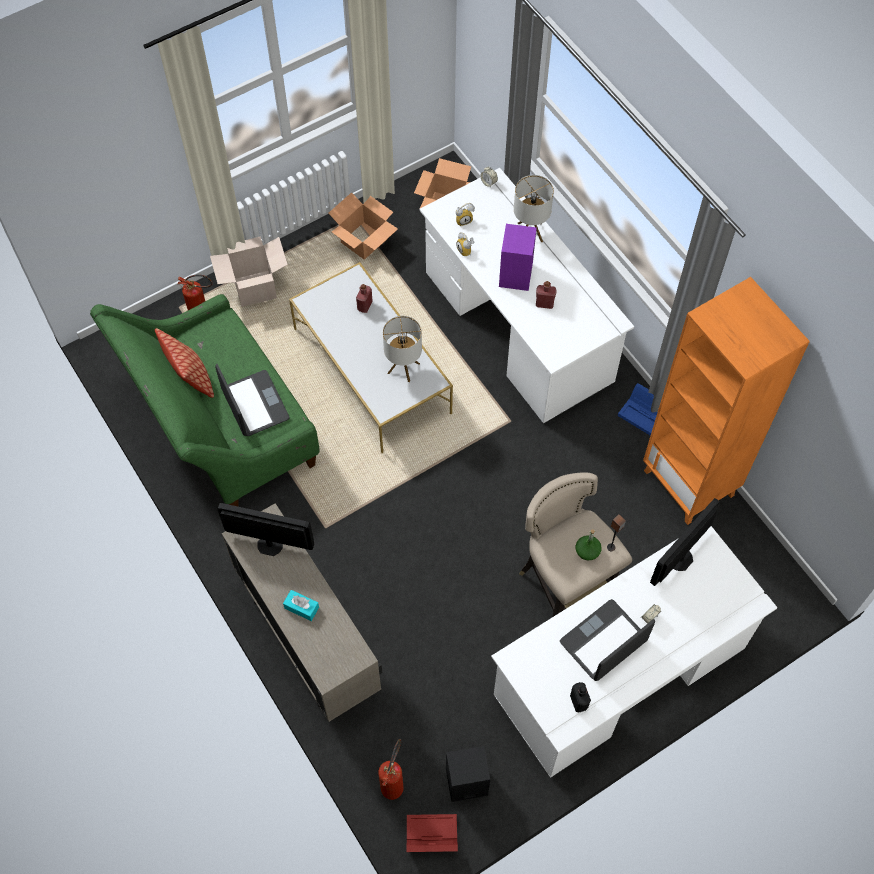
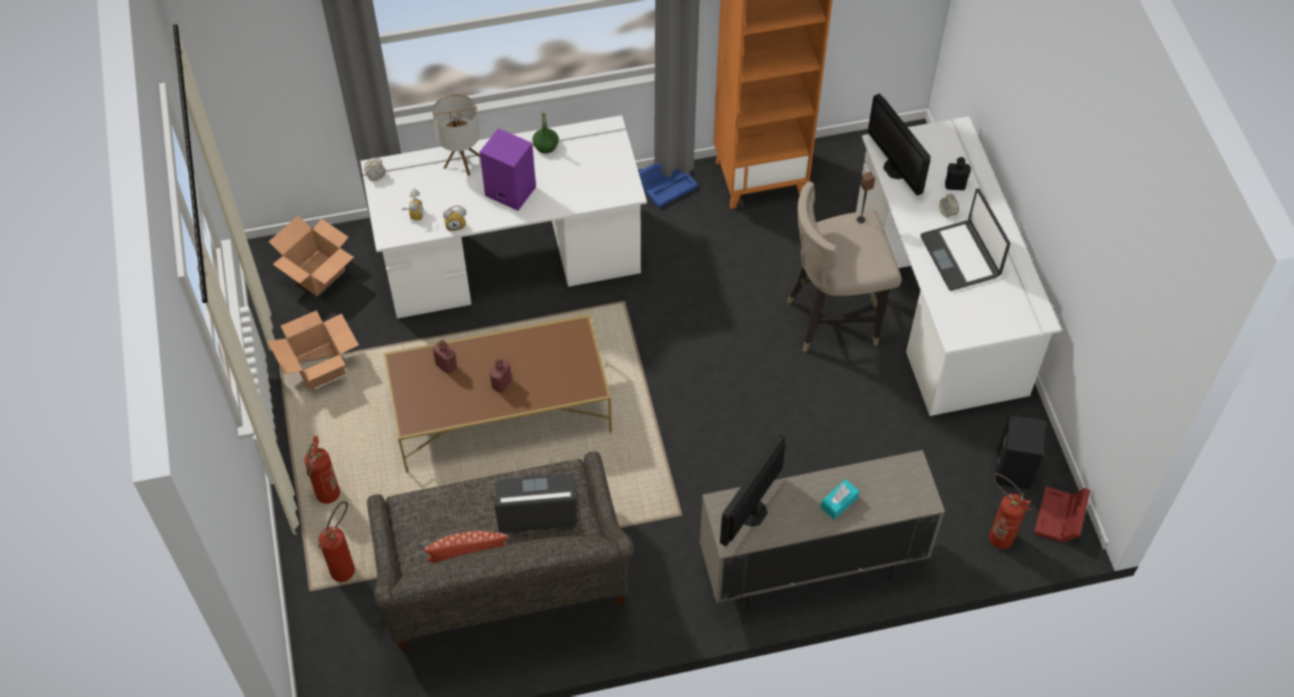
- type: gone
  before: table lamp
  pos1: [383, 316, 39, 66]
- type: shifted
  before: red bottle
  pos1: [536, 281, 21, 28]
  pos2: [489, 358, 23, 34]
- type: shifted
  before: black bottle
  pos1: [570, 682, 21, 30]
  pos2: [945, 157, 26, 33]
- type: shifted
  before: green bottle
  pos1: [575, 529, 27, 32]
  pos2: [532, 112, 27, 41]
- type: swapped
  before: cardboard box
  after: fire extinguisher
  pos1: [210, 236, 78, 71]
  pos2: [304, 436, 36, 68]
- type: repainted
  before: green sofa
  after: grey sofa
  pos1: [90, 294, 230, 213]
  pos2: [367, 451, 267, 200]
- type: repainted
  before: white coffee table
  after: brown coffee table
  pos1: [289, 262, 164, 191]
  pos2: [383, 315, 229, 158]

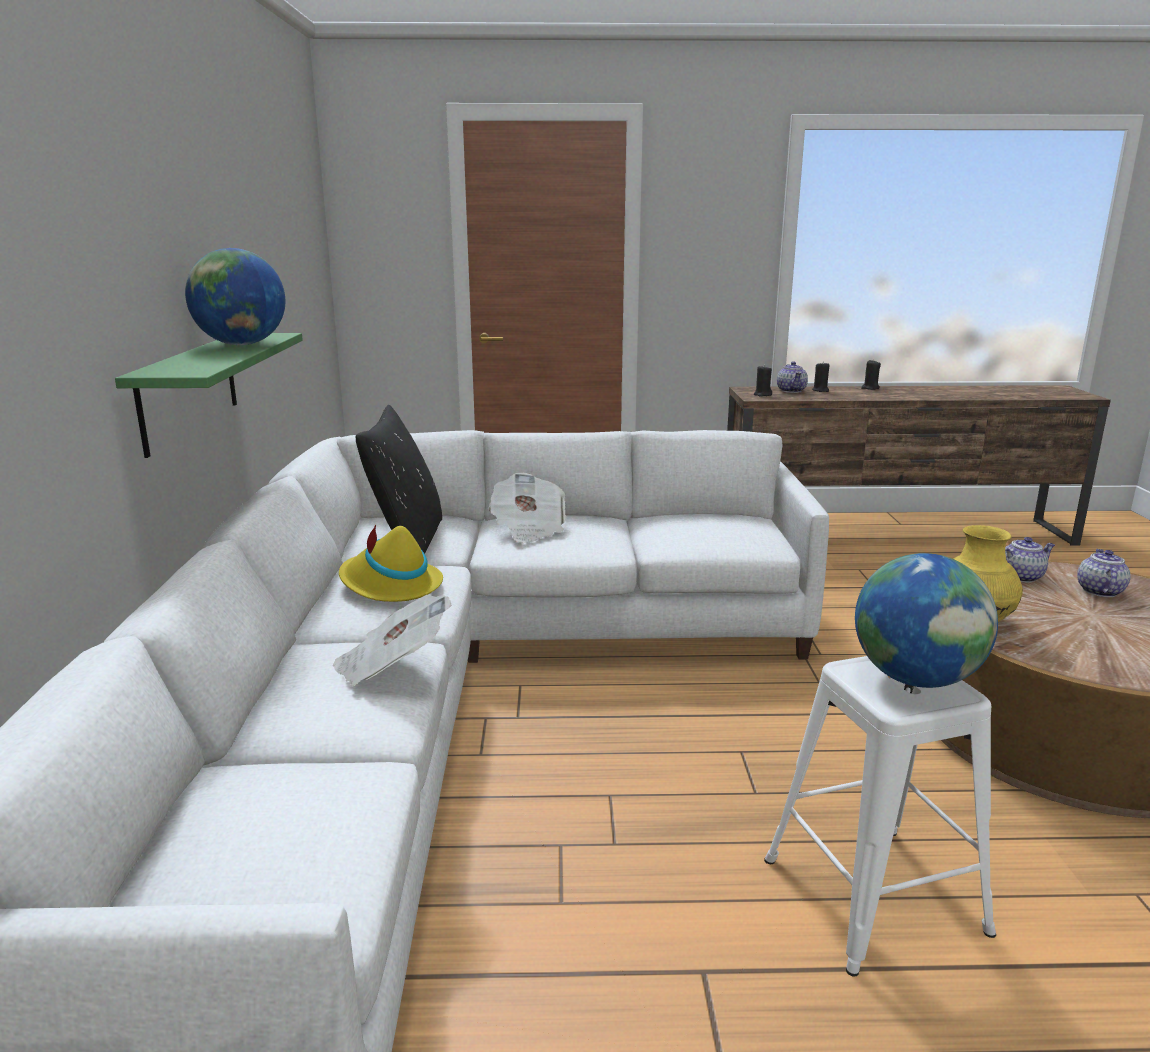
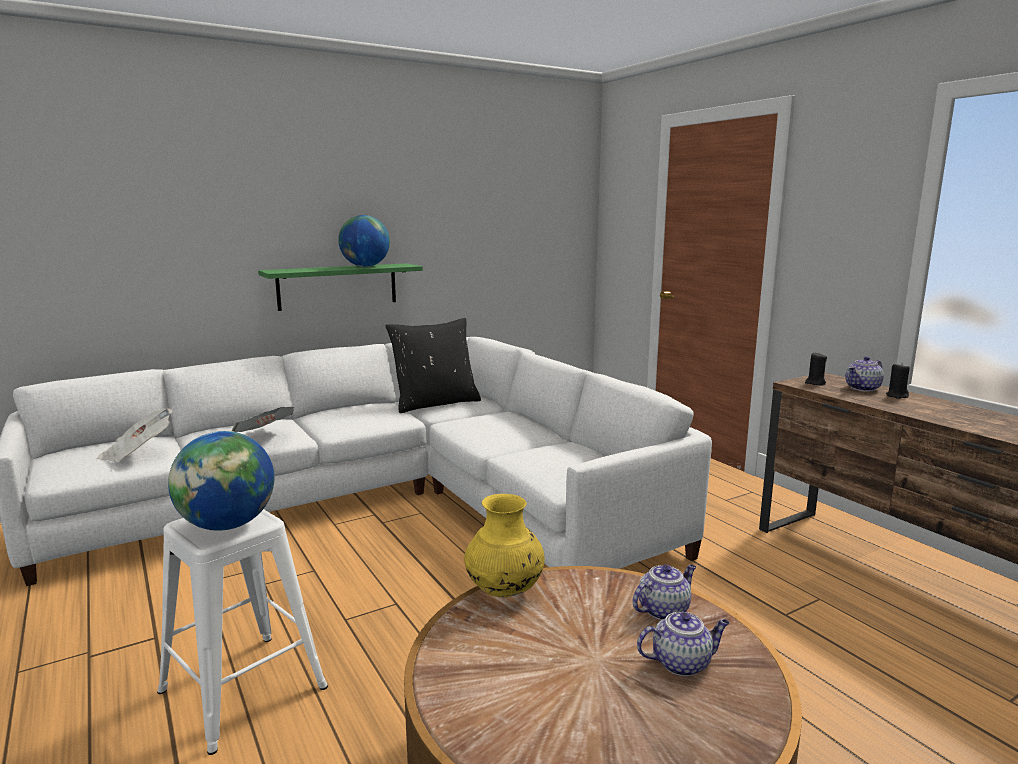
- type: gone
  before: yellow hat
  pos1: [339, 525, 104, 77]
- type: gone
  before: black candle
  pos1: [861, 359, 20, 31]
- type: shifted
  before: newspaper
  pos1: [488, 473, 78, 70]
  pos2: [98, 408, 75, 54]
- type: rotated
  before: teapot
  pos1: [1005, 537, 50, 46]
  pos2: [632, 564, 64, 56]
  turn: -75

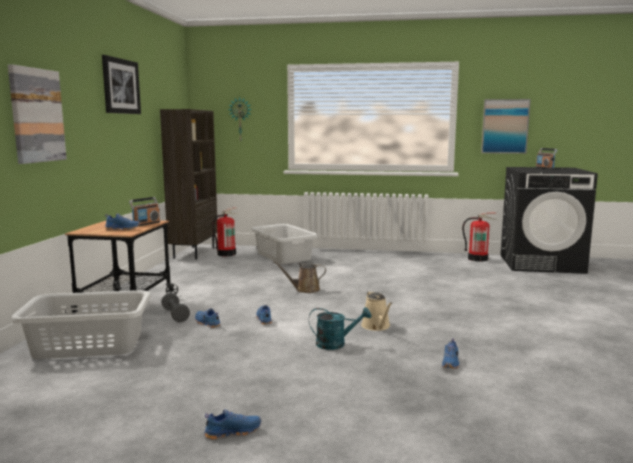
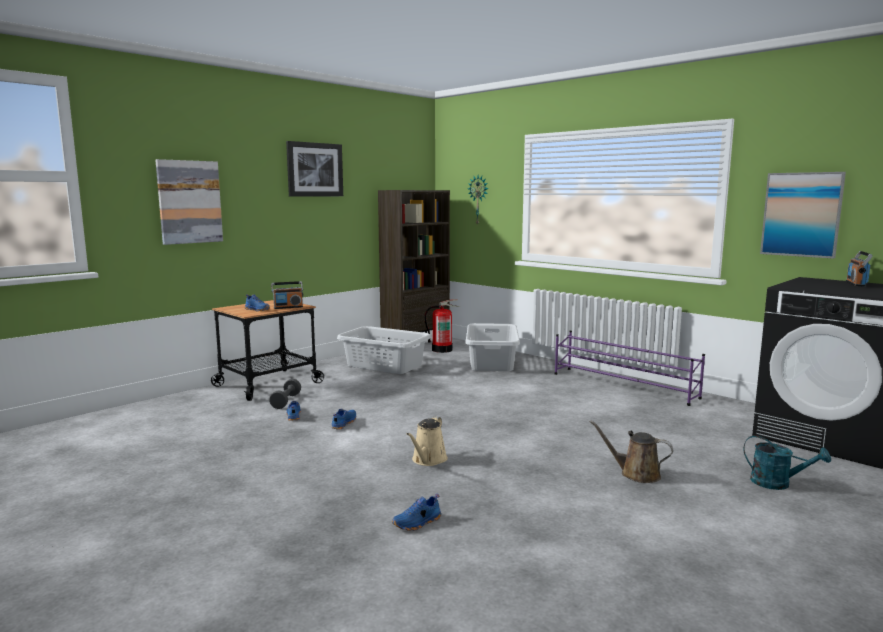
- type: gone
  before: blue shoe
  pos1: [204, 409, 57, 30]
- type: gone
  before: fire extinguisher
  pos1: [462, 213, 37, 49]
- type: new
  after: purple shoe rack
  pos2: [555, 331, 150, 75]
- type: shifted
  before: grey laundry basket
  pos1: [10, 290, 141, 69]
  pos2: [337, 326, 94, 48]
- type: shifted
  before: brown watering can
  pos1: [273, 261, 53, 32]
  pos2: [590, 420, 83, 63]
- type: shifted
  before: turquoise watering can
  pos1: [309, 307, 62, 43]
  pos2: [743, 435, 88, 55]

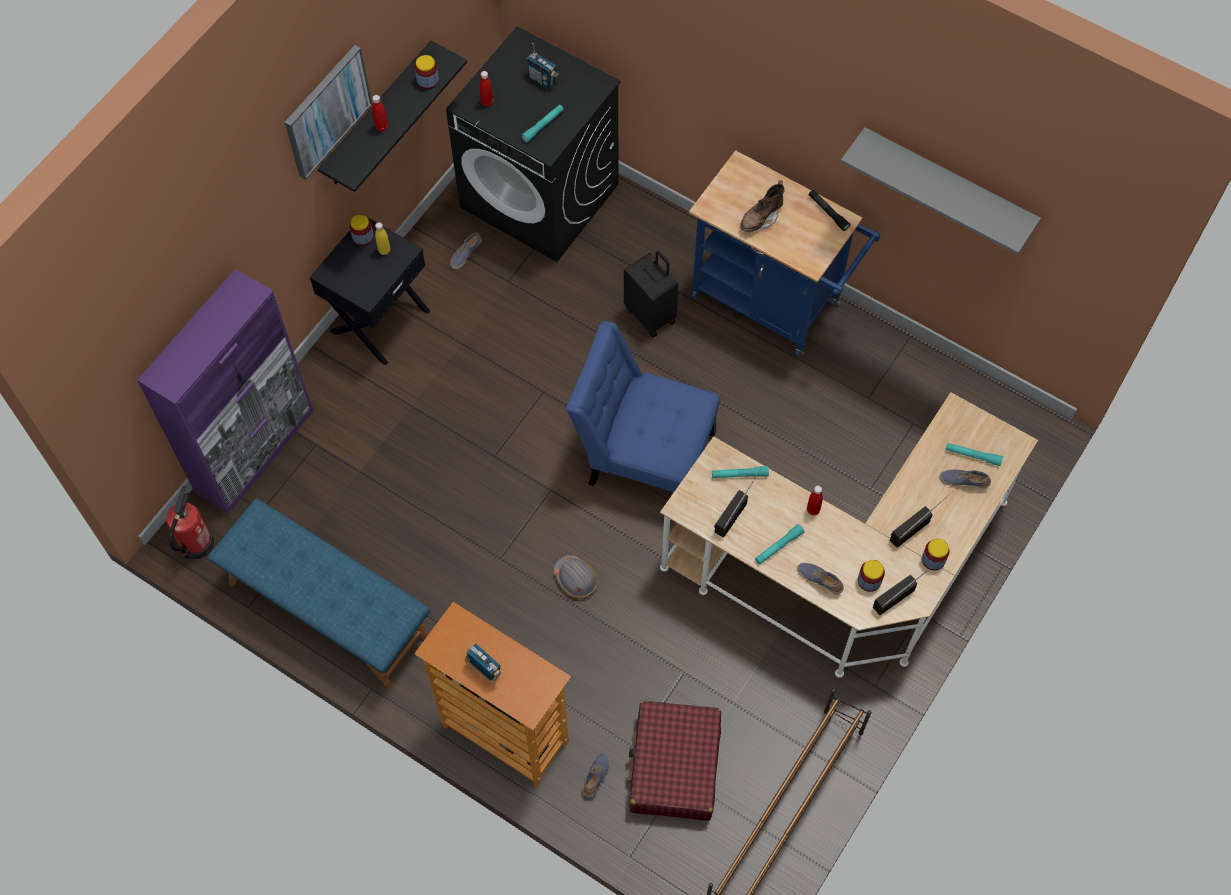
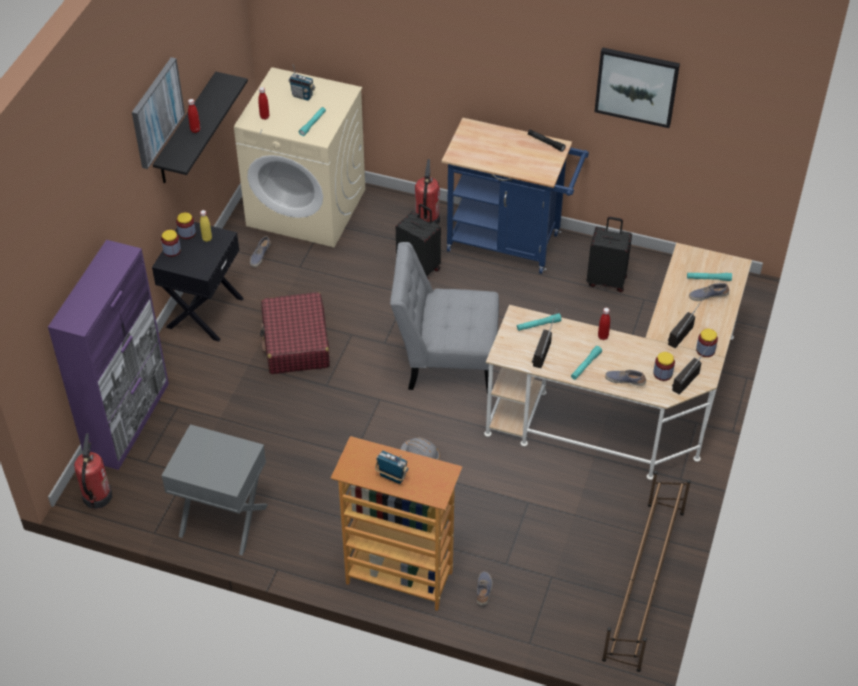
- type: gone
  before: brown boot
  pos1: [740, 180, 45, 52]
- type: new
  after: fire extinguisher
  pos2: [415, 159, 25, 65]
- type: new
  after: black suitcase
  pos2: [587, 217, 45, 75]
- type: shifted
  before: jar
  pos1: [415, 55, 24, 34]
  pos2: [161, 230, 20, 27]
- type: shifted
  before: red suitcase
  pos1: [628, 701, 93, 120]
  pos2: [260, 292, 70, 82]
- type: swapped
  before: blue bench
  after: grey nightstand
  pos1: [208, 498, 222, 191]
  pos2: [161, 424, 107, 132]
- type: swapped
  before: grey shelf
  after: picture
  pos1: [841, 127, 200, 128]
  pos2: [594, 47, 86, 81]
- type: repainted
  before: black washing machine
  after: beige washing machine
  pos1: [446, 26, 175, 236]
  pos2: [234, 67, 131, 180]
- type: repainted
  before: blue chair
  after: grey chair
  pos1: [566, 321, 154, 171]
  pos2: [390, 242, 109, 152]

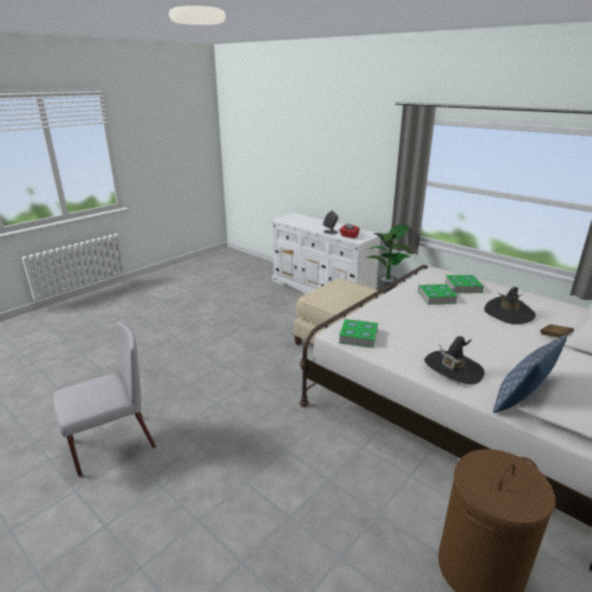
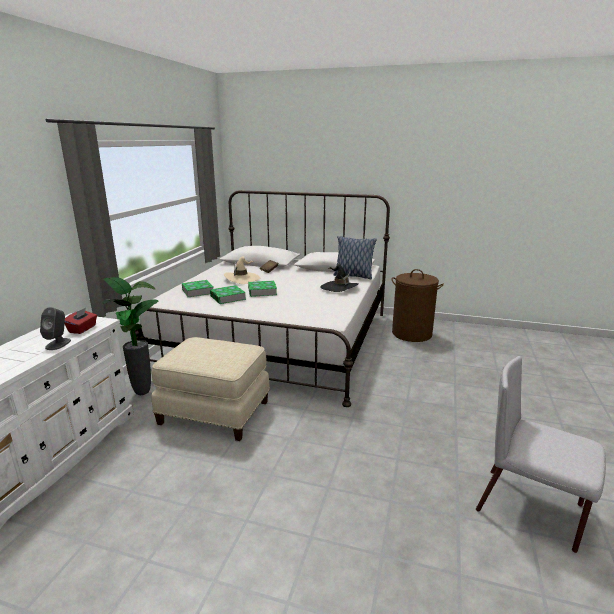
- type: shifted
  before: book
  pos1: [339, 319, 39, 29]
  pos2: [248, 280, 29, 17]
- type: repainted
  before: black hat
  after: beige hat
  pos1: [484, 287, 52, 38]
  pos2: [224, 256, 37, 28]

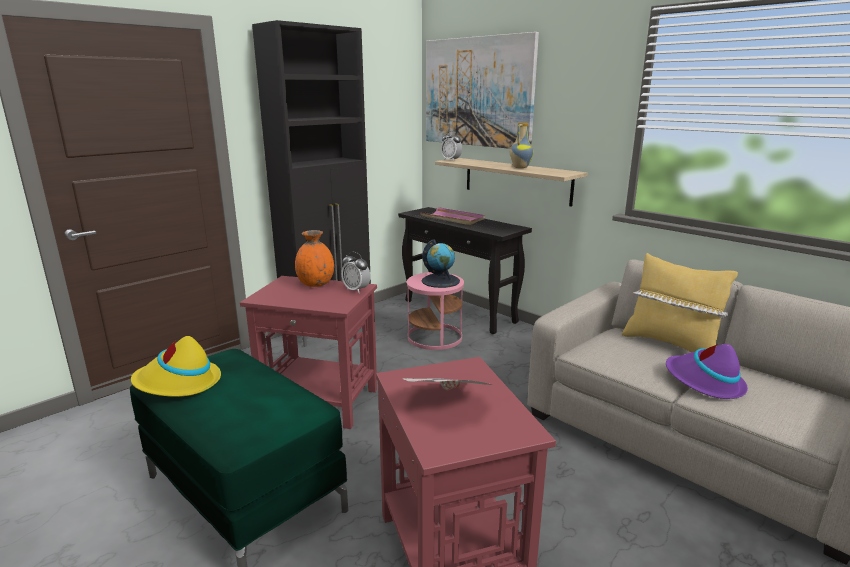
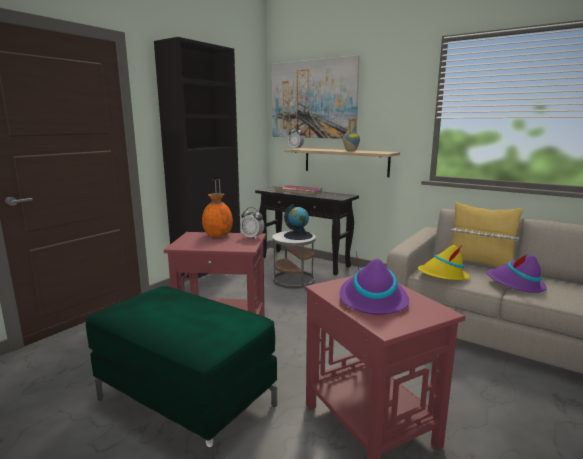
- type: shifted
  before: yellow hat
  pos1: [131, 336, 90, 61]
  pos2: [418, 245, 52, 35]
- type: swapped
  before: newspaper
  after: purple hat
  pos1: [402, 378, 90, 12]
  pos2: [340, 252, 69, 63]
- type: repainted
  before: pink side table
  after: white side table
  pos1: [407, 272, 57, 78]
  pos2: [272, 231, 44, 58]

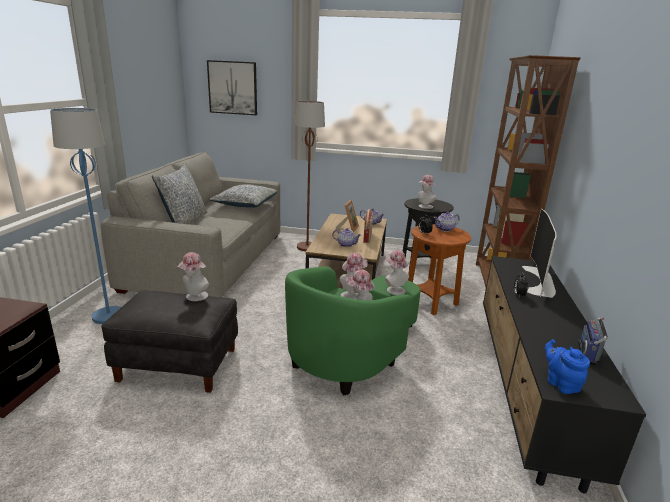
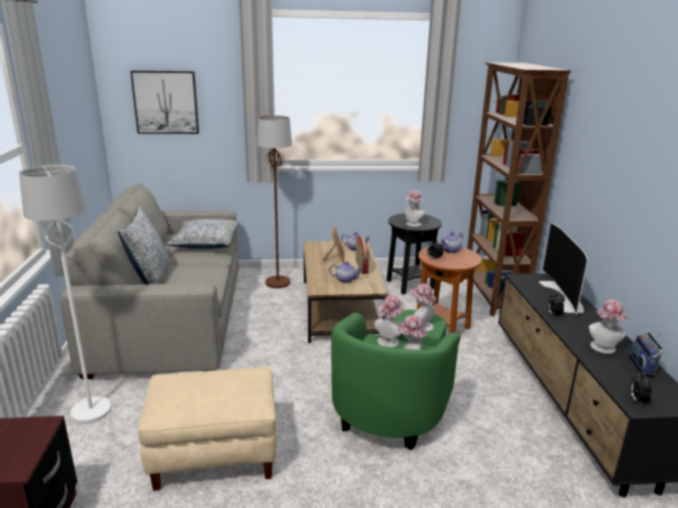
- type: shifted
  before: hat
  pos1: [178, 252, 31, 49]
  pos2: [589, 300, 39, 54]
- type: swapped
  before: blue teapot
  after: alarm clock
  pos1: [545, 339, 45, 55]
  pos2: [630, 372, 22, 34]
- type: repainted
  before: blue floor lamp
  after: white floor lamp
  pos1: [50, 108, 71, 216]
  pos2: [19, 165, 93, 259]
- type: repainted
  before: black ottoman
  after: beige ottoman
  pos1: [101, 290, 137, 103]
  pos2: [138, 367, 139, 124]

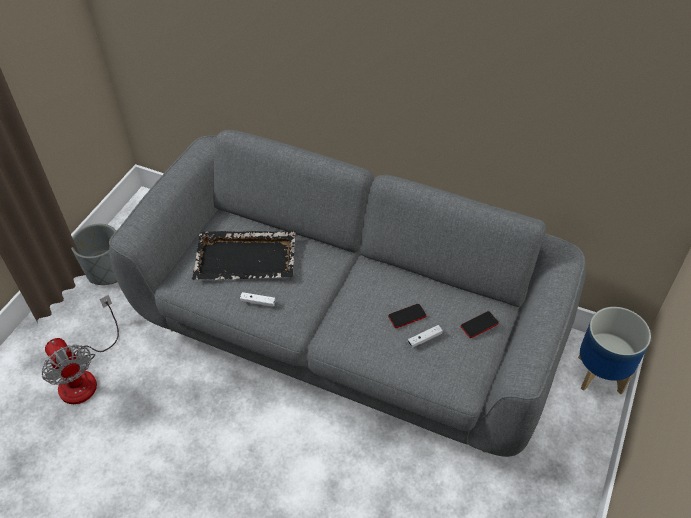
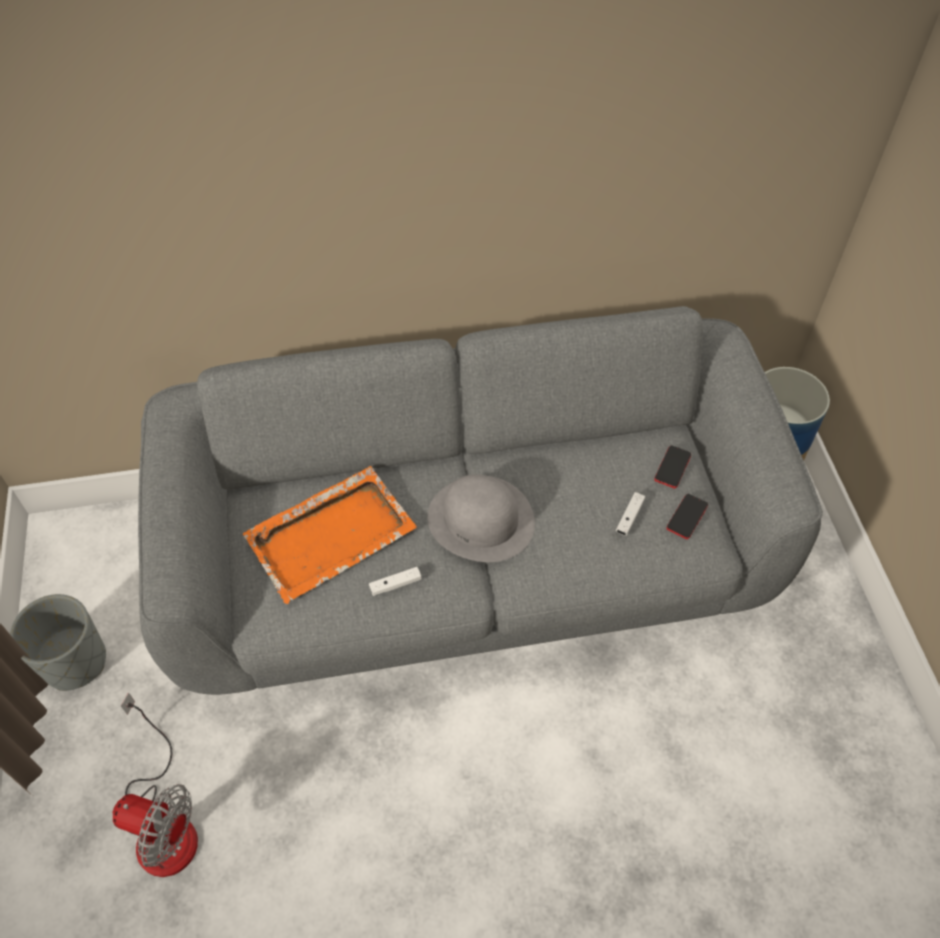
- type: new
  after: grey hat
  pos2: [427, 474, 108, 88]
- type: shifted
  before: phone
  pos1: [388, 304, 39, 24]
  pos2: [667, 494, 41, 45]
- type: repainted
  before: black tray
  after: orange tray
  pos1: [192, 231, 104, 49]
  pos2: [243, 466, 174, 138]

